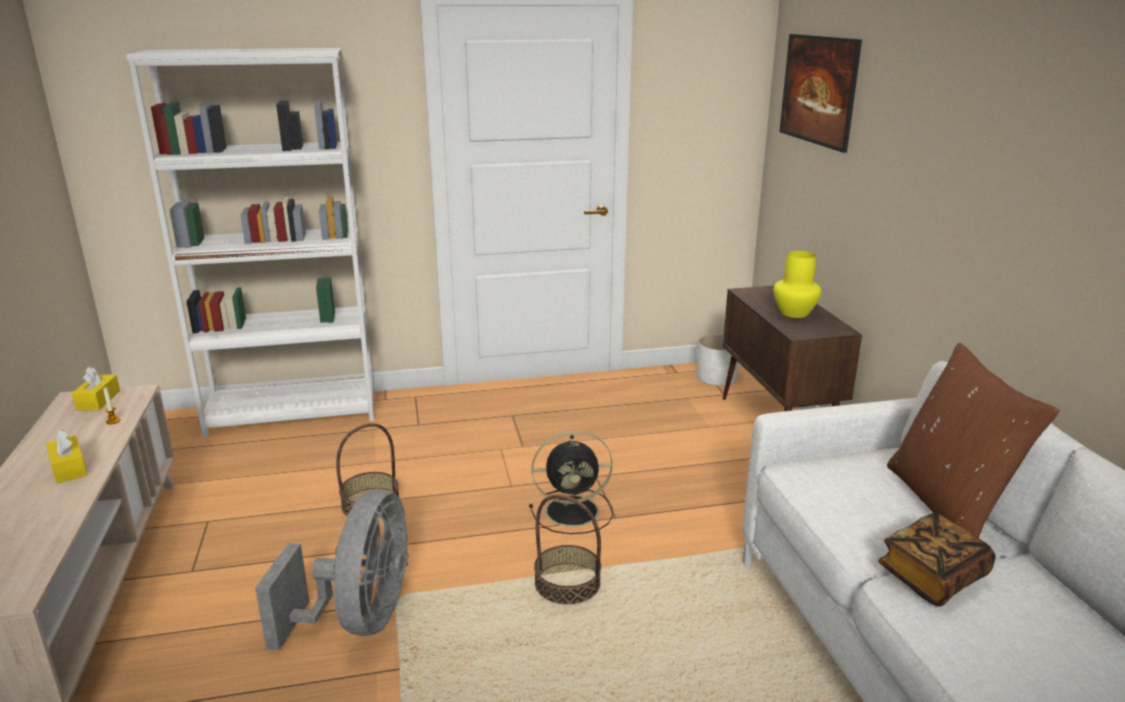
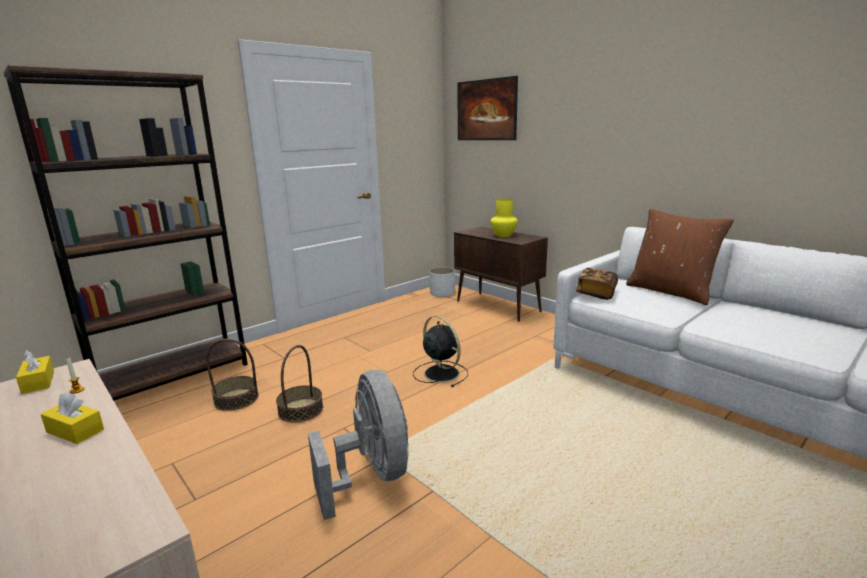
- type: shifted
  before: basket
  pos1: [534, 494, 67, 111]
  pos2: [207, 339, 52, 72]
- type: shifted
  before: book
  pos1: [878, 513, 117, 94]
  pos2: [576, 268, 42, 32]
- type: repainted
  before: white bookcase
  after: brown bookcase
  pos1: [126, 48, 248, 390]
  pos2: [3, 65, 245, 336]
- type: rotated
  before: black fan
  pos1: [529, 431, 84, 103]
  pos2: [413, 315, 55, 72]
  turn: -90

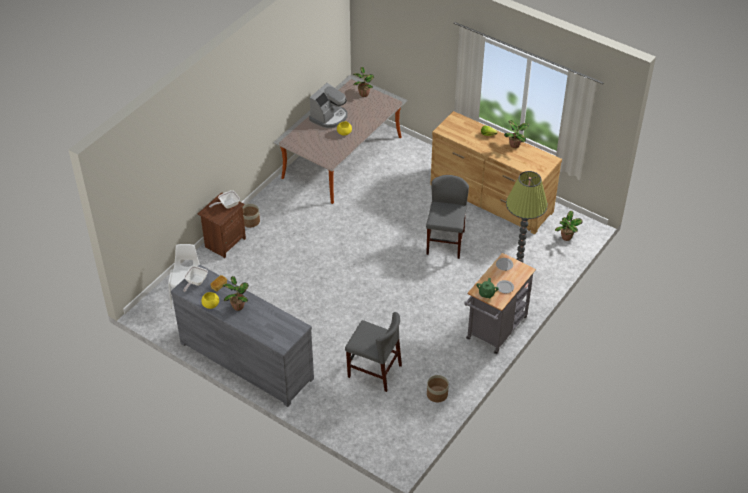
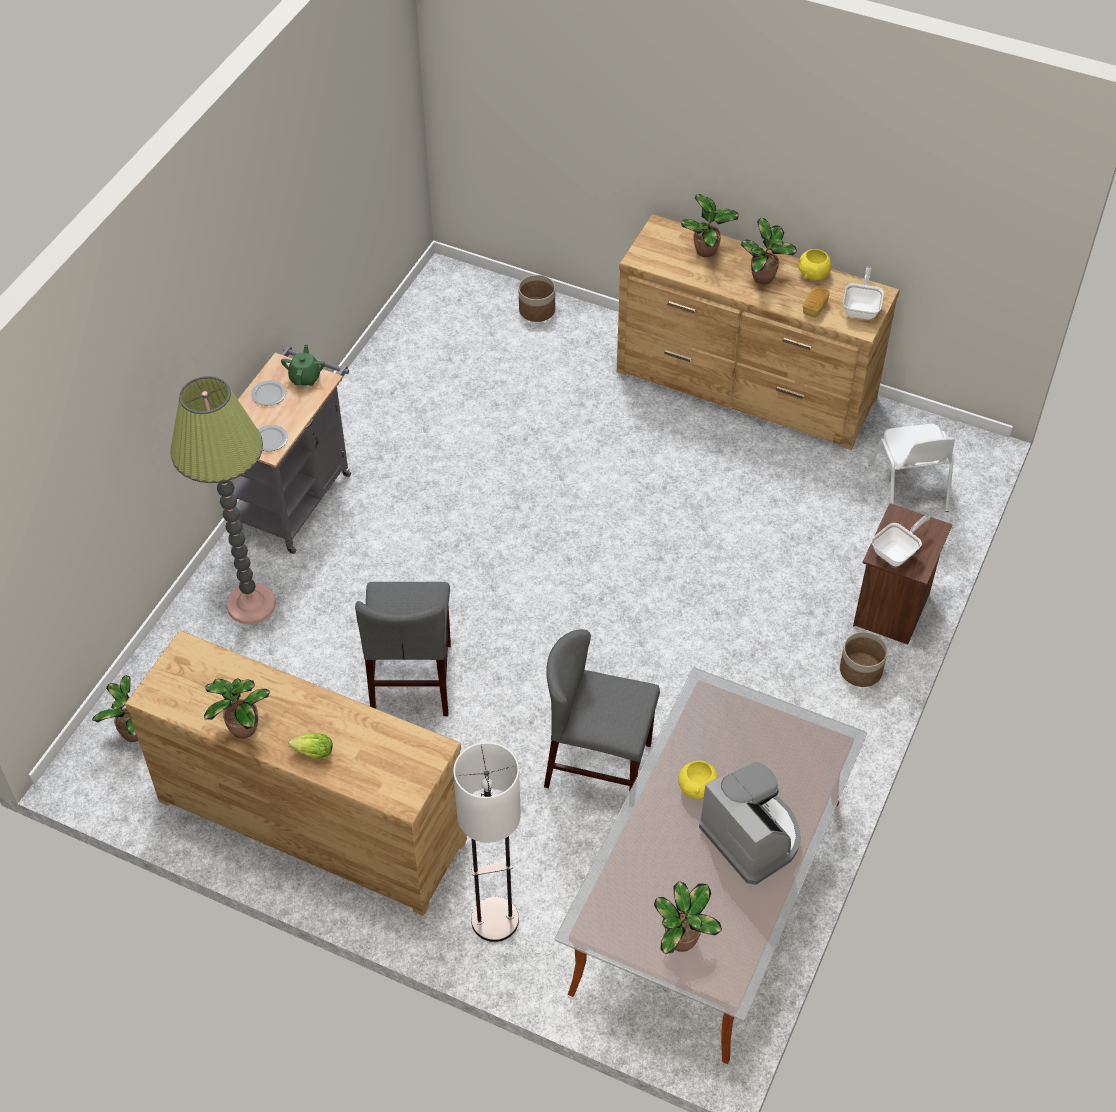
- type: new
  after: floor lamp
  pos2: [453, 742, 68, 200]
- type: new
  after: potted plant
  pos2: [681, 194, 58, 63]
- type: shifted
  before: grey chair
  pos1: [345, 312, 57, 80]
  pos2: [544, 629, 116, 163]
- type: shifted
  before: planter
  pos1: [427, 375, 22, 27]
  pos2: [519, 275, 36, 47]
- type: repainted
  before: grey dresser
  after: brown dresser
  pos1: [171, 265, 143, 142]
  pos2: [617, 214, 283, 236]
- type: rotated
  before: coffee machine
  pos1: [309, 83, 39, 45]
  pos2: [699, 762, 102, 123]
  turn: 120

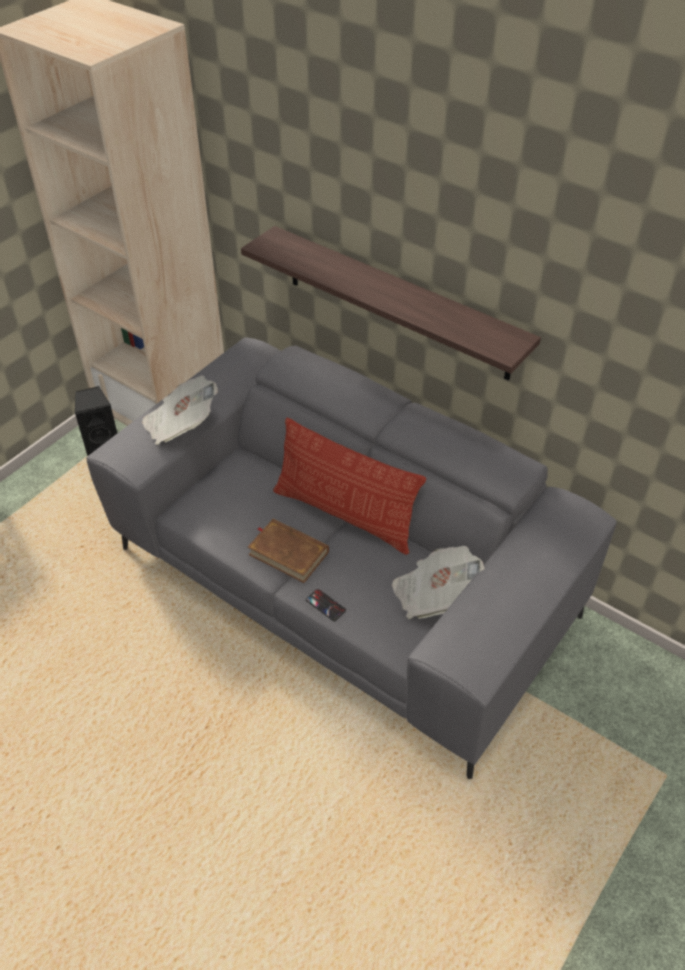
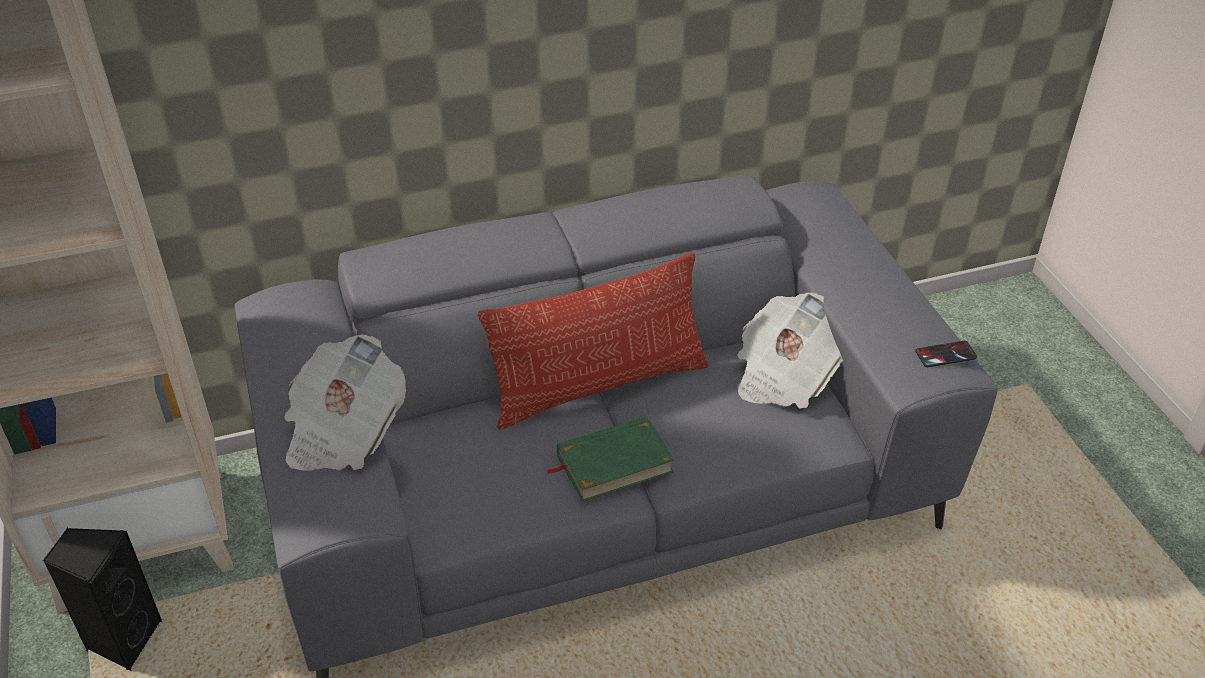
- type: gone
  before: shelf
  pos1: [241, 226, 300, 155]
- type: shifted
  before: phone
  pos1: [306, 589, 40, 32]
  pos2: [915, 341, 62, 26]
- type: repainted
  before: brown book
  after: green book
  pos1: [248, 519, 81, 64]
  pos2: [546, 416, 128, 86]

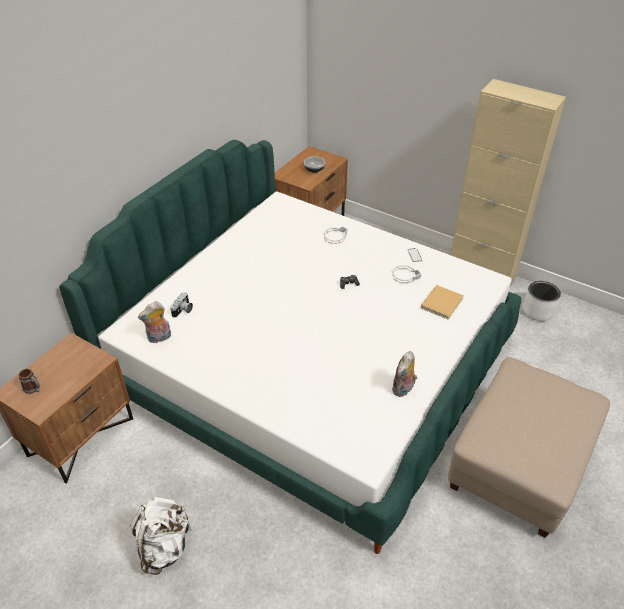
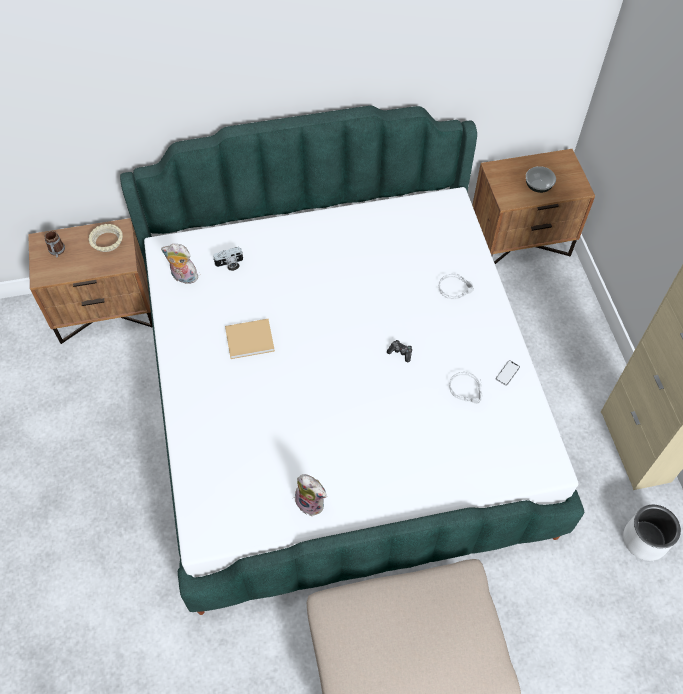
- type: gone
  before: white backpack
  pos1: [130, 497, 62, 78]
- type: new
  after: beige bowl
  pos2: [88, 224, 35, 28]
- type: shifted
  before: beige book
  pos1: [421, 285, 43, 35]
  pos2: [225, 319, 50, 40]
- type: rotated
  before: plush toy
  pos1: [392, 351, 25, 46]
  pos2: [295, 474, 32, 43]
  turn: -135

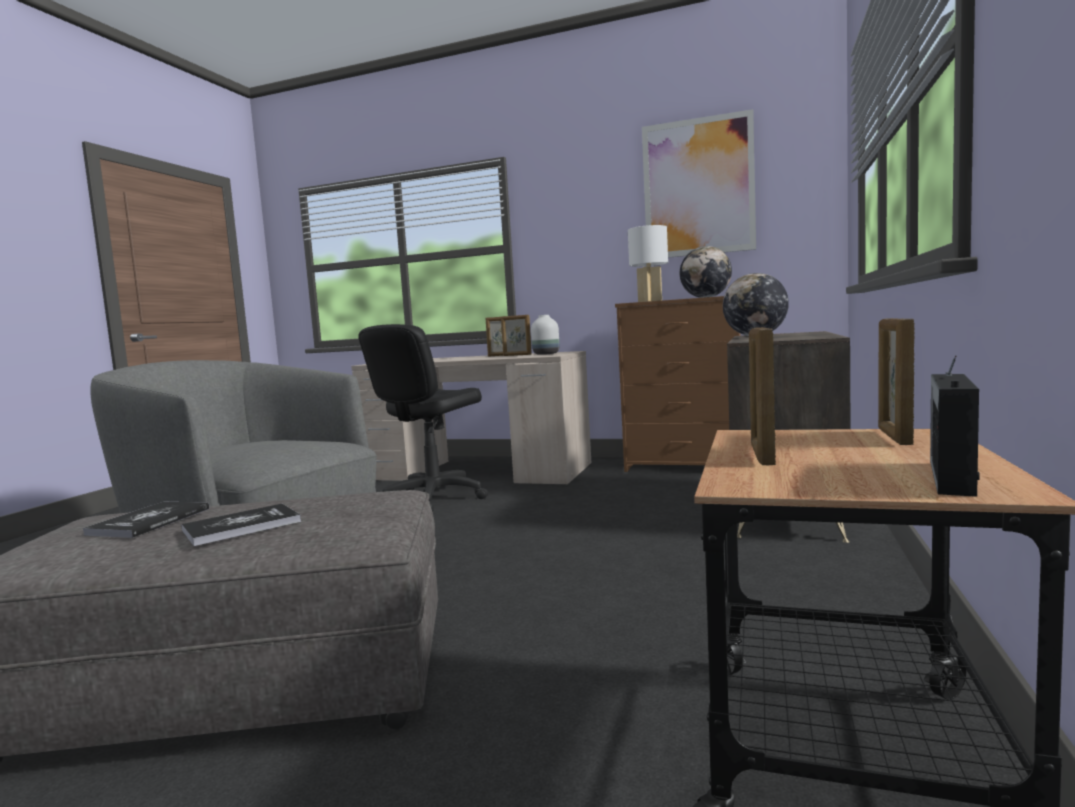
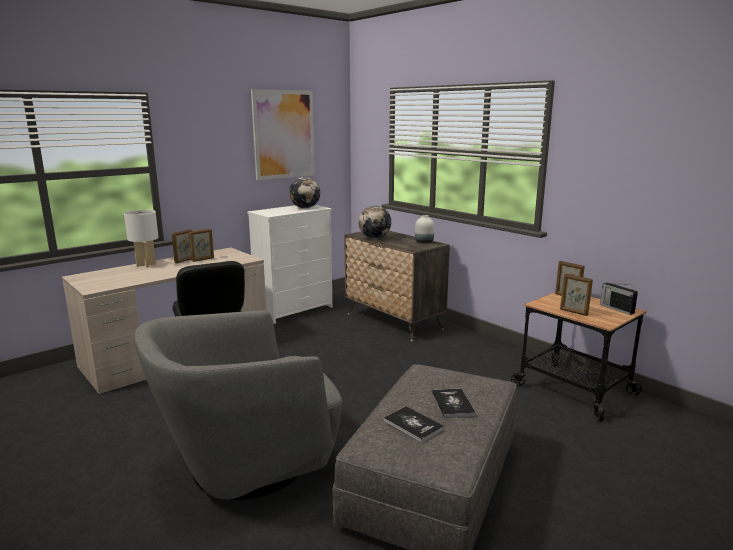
- type: shifted
  before: white vase
  pos1: [531, 315, 28, 40]
  pos2: [415, 215, 19, 28]
- type: shifted
  before: white table lamp
  pos1: [628, 225, 40, 77]
  pos2: [124, 210, 34, 57]
- type: repainted
  before: brown dresser
  after: white dresser
  pos1: [615, 296, 126, 176]
  pos2: [247, 205, 86, 119]

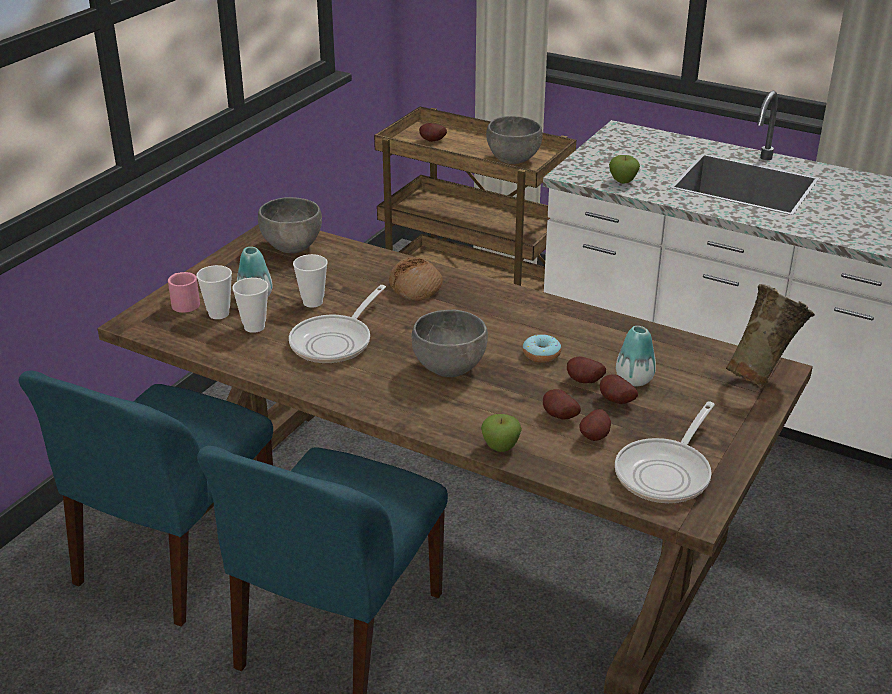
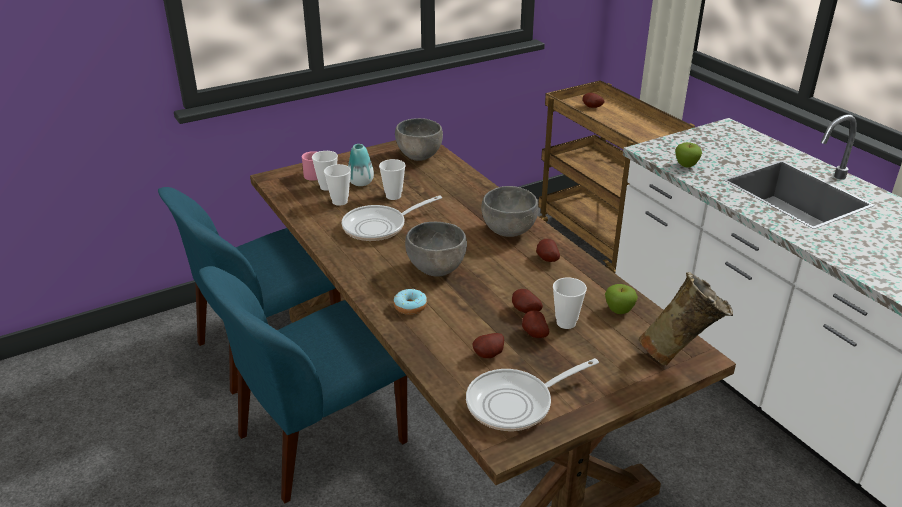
- type: gone
  before: bread
  pos1: [389, 257, 54, 44]
- type: shifted
  before: apple
  pos1: [481, 414, 41, 38]
  pos2: [605, 284, 33, 30]
- type: shifted
  before: grey bowl
  pos1: [486, 116, 57, 48]
  pos2: [481, 186, 57, 51]
- type: shifted
  before: donut
  pos1: [523, 334, 38, 29]
  pos2: [394, 289, 33, 26]
- type: shifted
  before: potato
  pos1: [543, 389, 38, 31]
  pos2: [536, 239, 24, 23]
- type: swapped
  before: vase
  after: cup
  pos1: [616, 326, 40, 60]
  pos2: [553, 277, 34, 52]

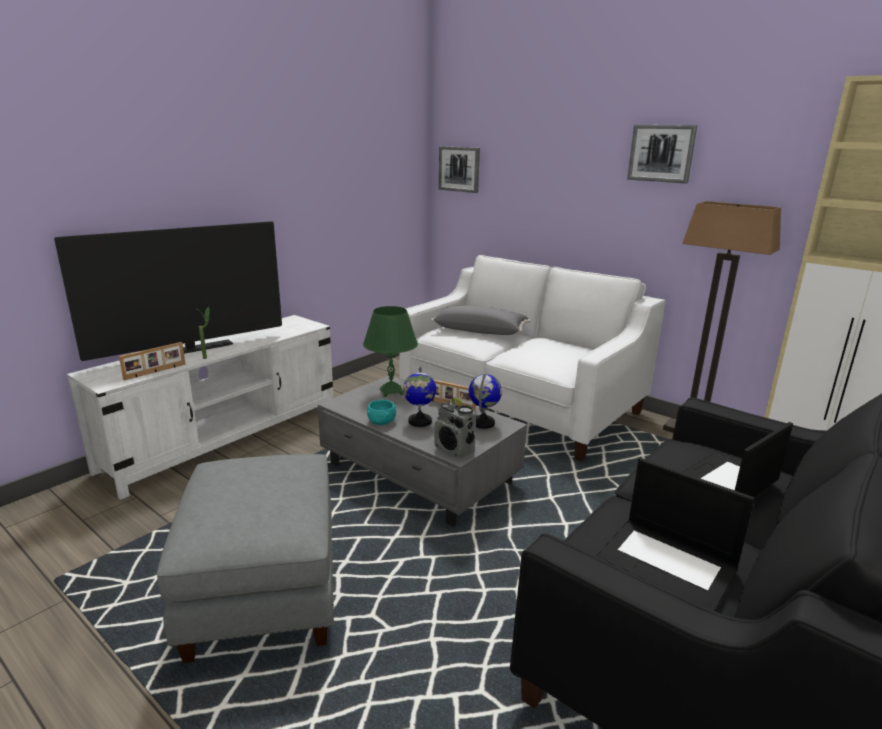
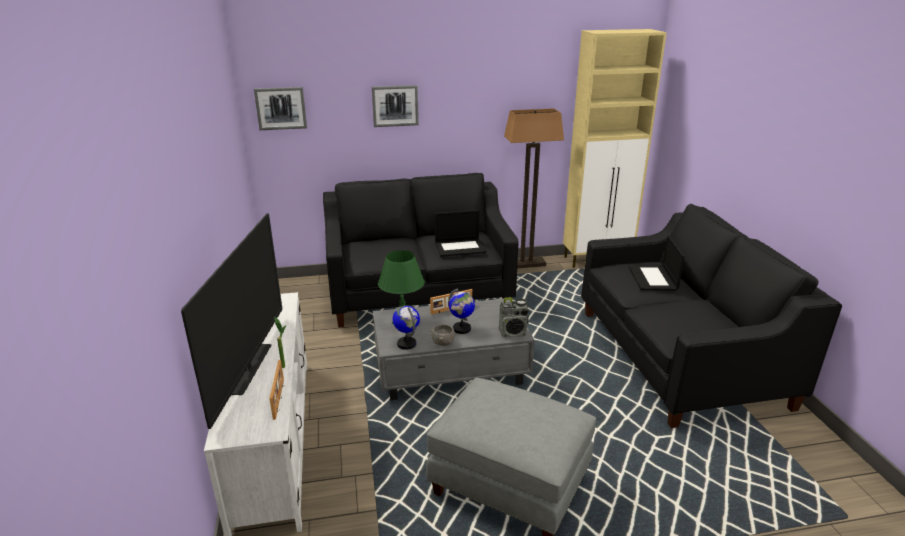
- type: gone
  before: grey pillow
  pos1: [431, 305, 99, 30]
- type: shifted
  before: globe
  pos1: [469, 374, 33, 55]
  pos2: [393, 305, 27, 45]
- type: shifted
  before: laptop
  pos1: [596, 458, 159, 153]
  pos2: [435, 210, 51, 47]
- type: shifted
  before: picture
  pos1: [627, 125, 70, 59]
  pos2: [372, 85, 47, 42]
- type: repainted
  before: turquoise bowl
  after: grey bowl
  pos1: [367, 400, 29, 25]
  pos2: [431, 324, 25, 22]
- type: repainted
  before: white sofa
  after: black sofa
  pos1: [399, 255, 266, 206]
  pos2: [323, 173, 196, 154]

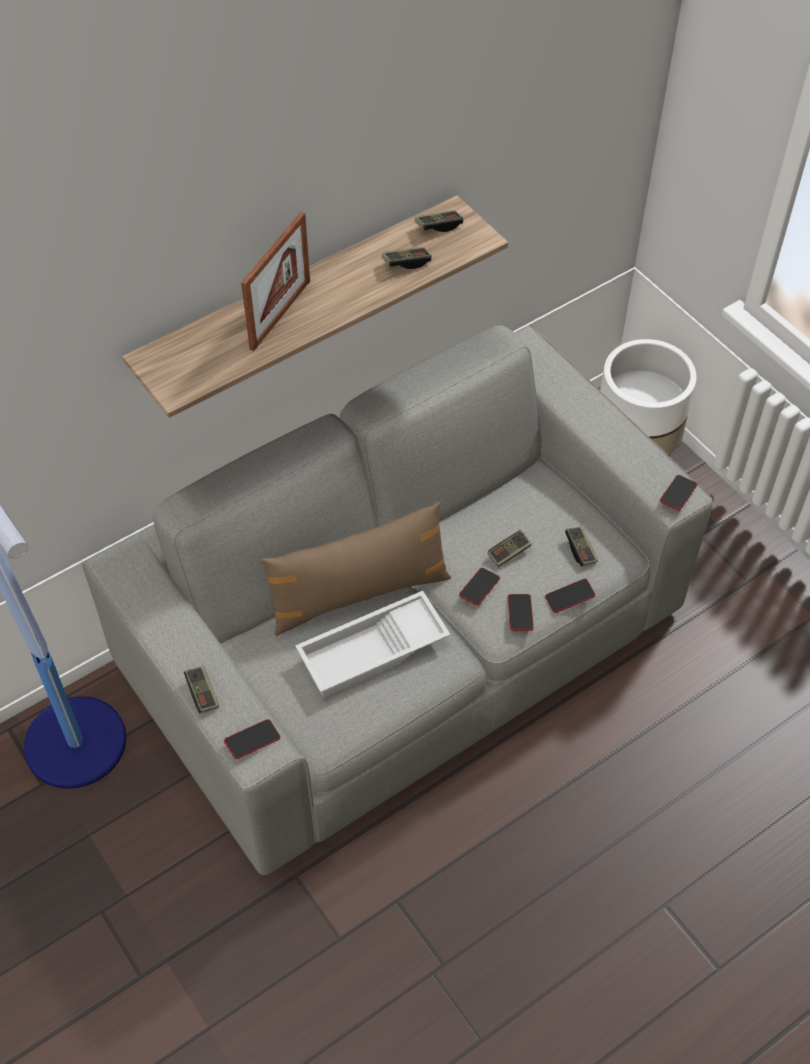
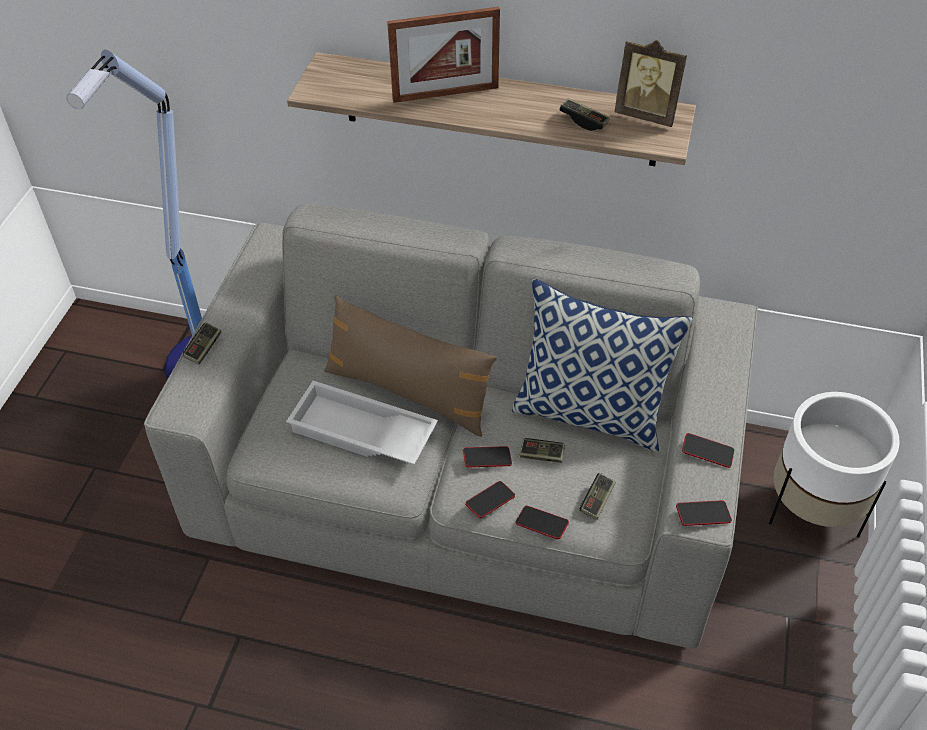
- type: new
  after: pillow
  pos2: [512, 279, 181, 173]
- type: shifted
  before: phone
  pos1: [224, 719, 56, 40]
  pos2: [682, 433, 52, 35]
- type: swapped
  before: game controller
  after: picture frame
  pos1: [415, 210, 48, 22]
  pos2: [614, 40, 73, 87]

